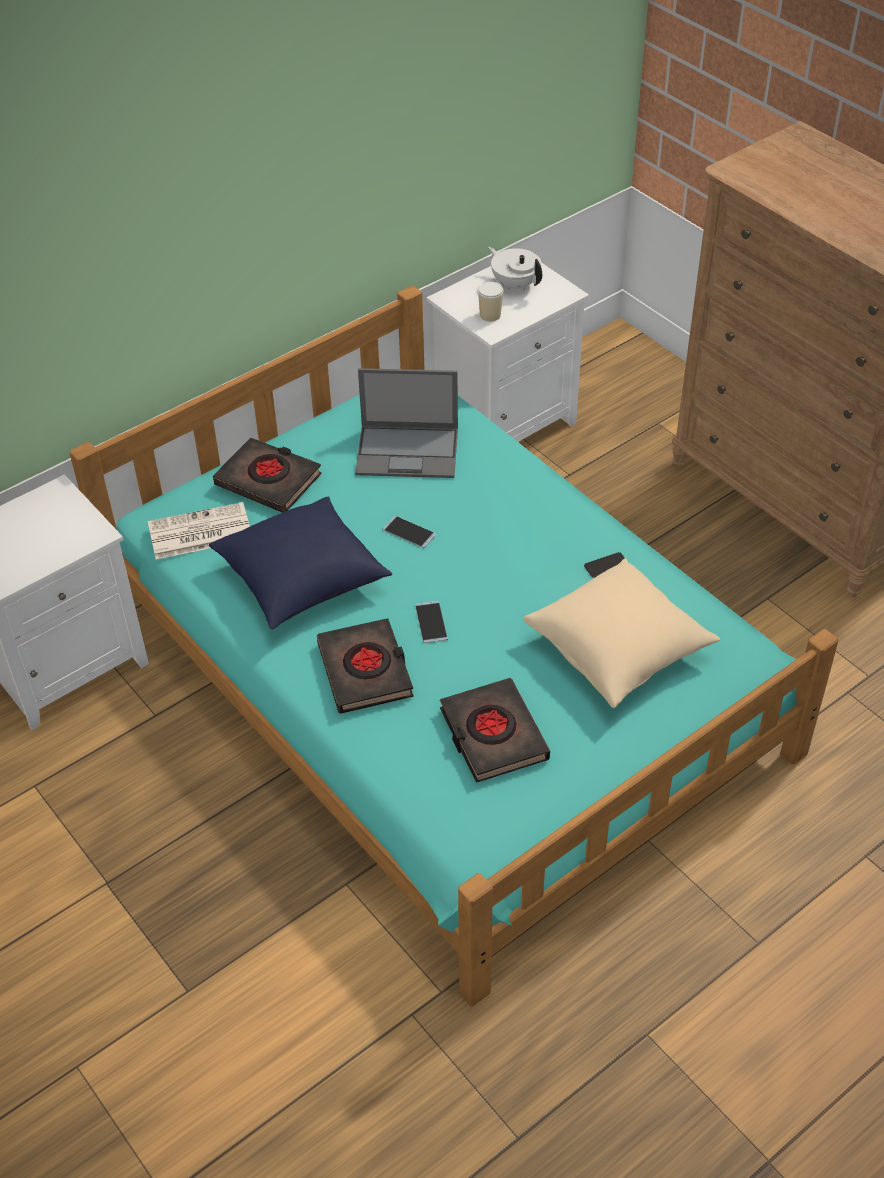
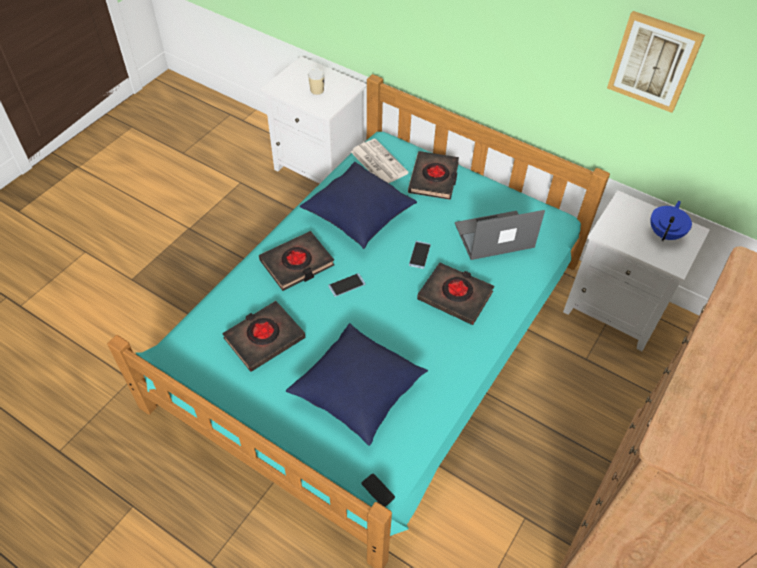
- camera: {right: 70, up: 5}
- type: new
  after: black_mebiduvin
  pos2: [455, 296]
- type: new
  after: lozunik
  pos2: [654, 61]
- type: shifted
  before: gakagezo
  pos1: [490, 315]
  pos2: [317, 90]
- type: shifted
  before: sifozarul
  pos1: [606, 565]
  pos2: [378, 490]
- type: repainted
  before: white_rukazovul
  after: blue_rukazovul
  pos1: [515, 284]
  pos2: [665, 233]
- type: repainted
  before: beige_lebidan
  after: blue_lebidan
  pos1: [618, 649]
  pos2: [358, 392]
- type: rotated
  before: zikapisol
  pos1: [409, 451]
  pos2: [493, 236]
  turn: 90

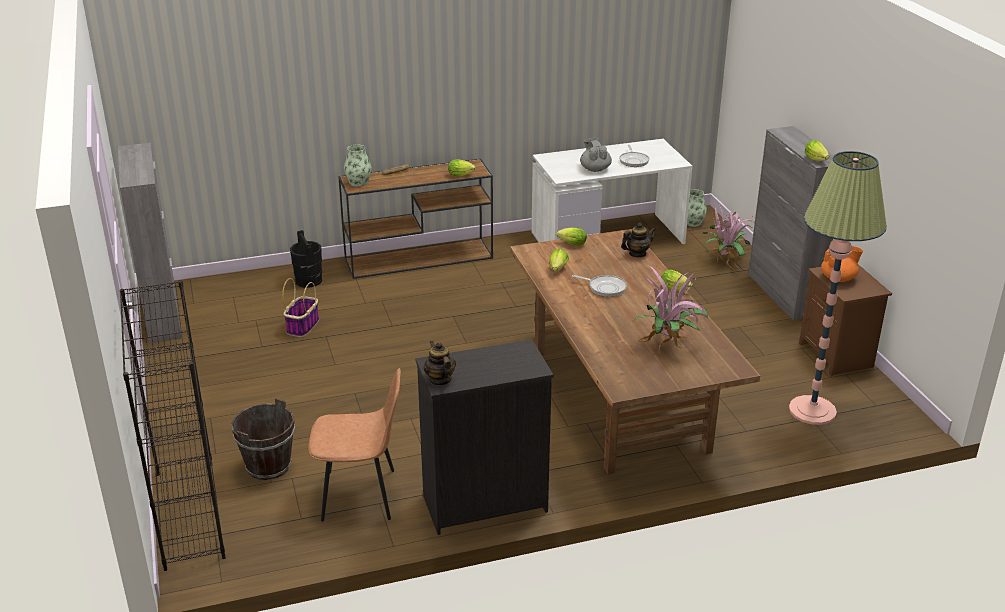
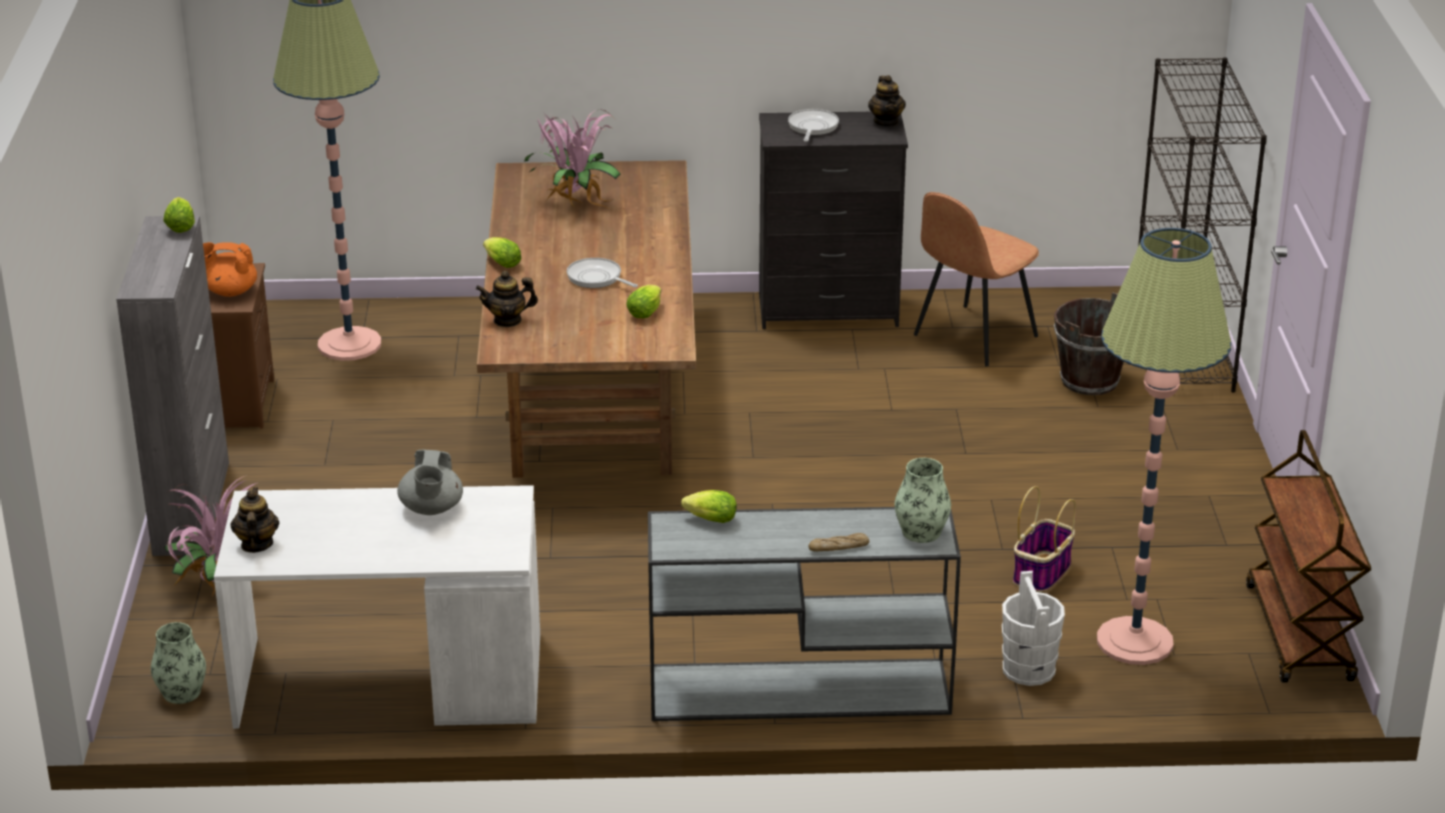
- camera: {right: -165, up: 0}
- type: gone
  before: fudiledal
  pos1: [571, 244]
- type: new
  after: rukazovul
  pos2: [256, 544]
- type: new
  after: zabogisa
  pos2: [1134, 642]
- type: shifted
  before: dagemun
  pos1: [633, 160]
  pos2: [812, 127]
- type: swapped
  before: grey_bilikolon
  after: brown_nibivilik
  pos1: [163, 315]
  pos2: [1299, 634]
- type: repainted
  before: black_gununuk
  after: white_gununuk
  pos1: [308, 280]
  pos2: [1028, 670]
- type: repainted
  before: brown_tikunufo
  after: grey_tikunufo
  pos1: [420, 258]
  pos2: [796, 690]
- type: rotated
  before: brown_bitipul
  pos1: [361, 495]
  pos2: [973, 337]
  turn: -60

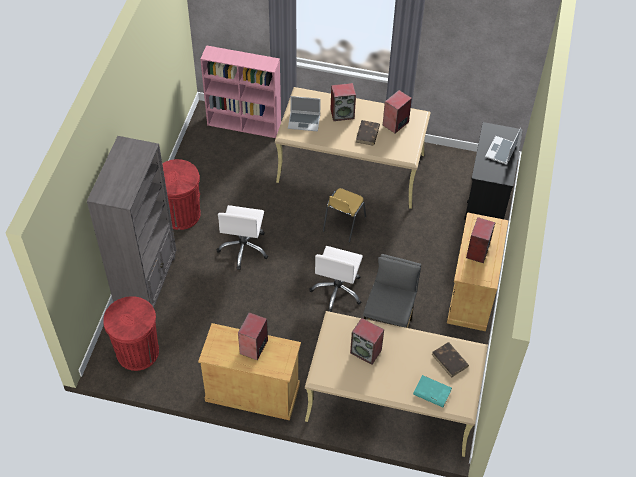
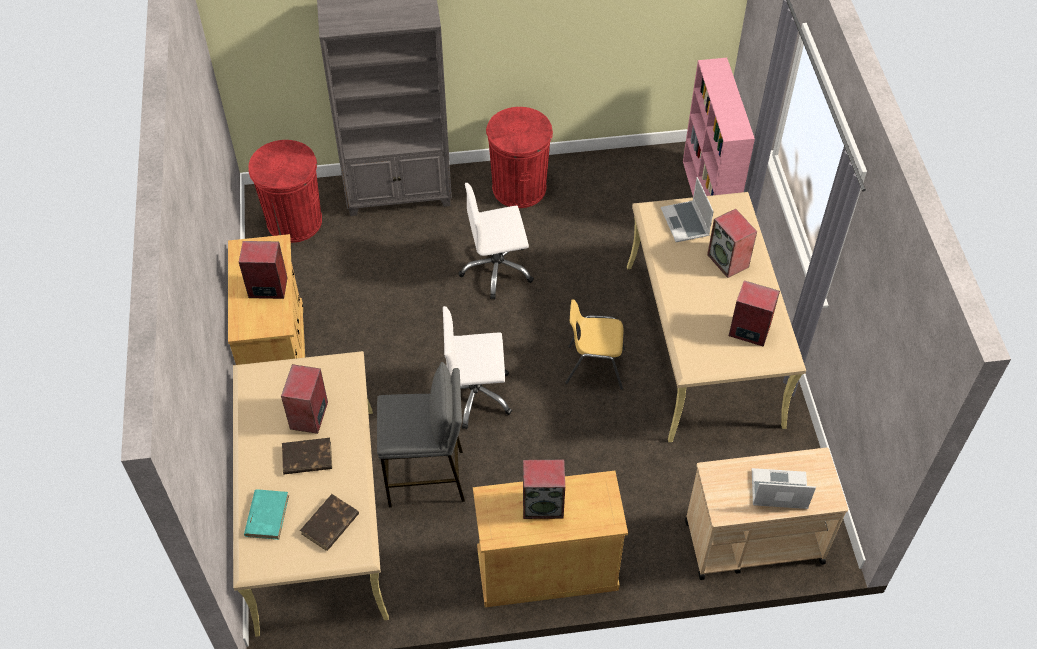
- camera: {right: 70, up: 0}
- type: shifted
  before: brown_mebiduvin
  pos1: [367, 134]
  pos2: [306, 458]
- type: repainted
  before: black_nibivilik
  after: beige_nibivilik
  pos1: [488, 196]
  pos2: [752, 541]

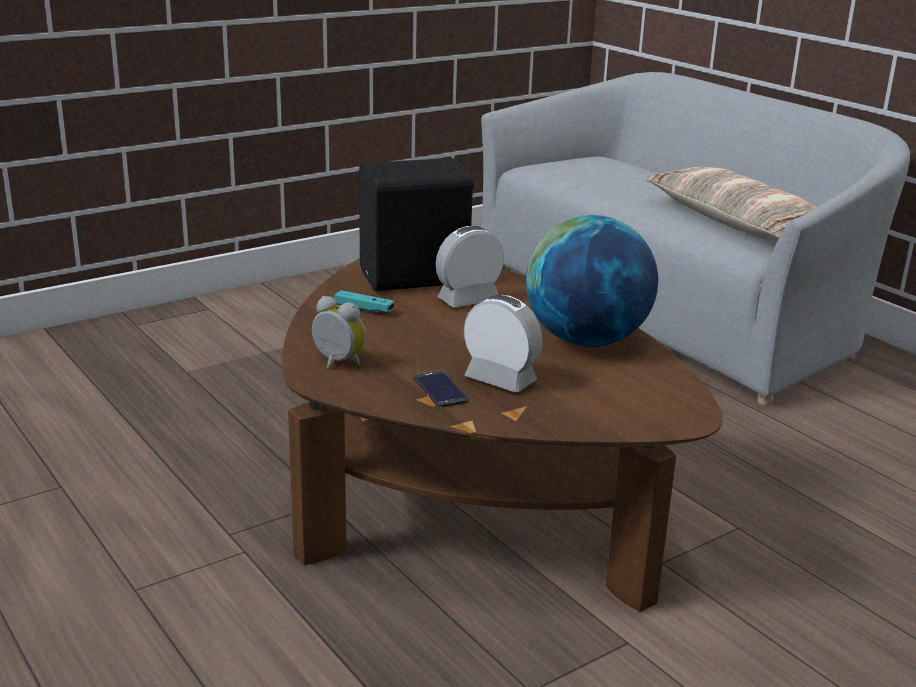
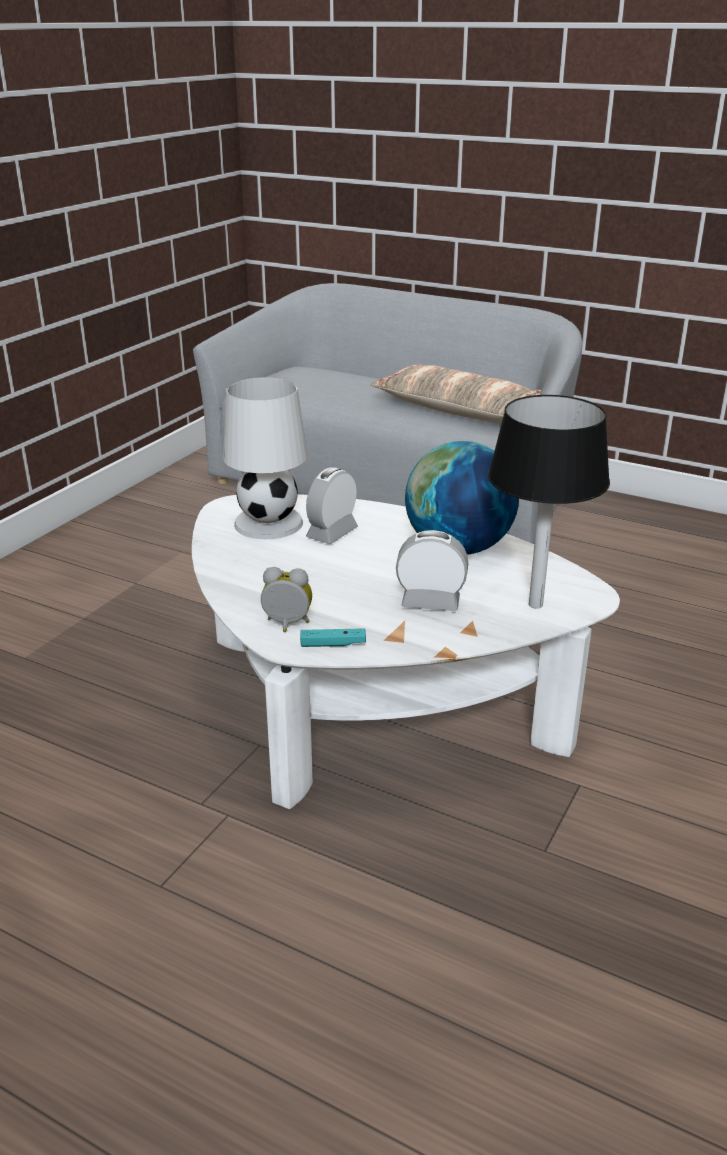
- camera: {right: -25, up: 5}
- type: gone
  before: sifozarul
  pos1: [440, 389]
- type: new
  after: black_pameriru
  pos2: [535, 604]
- type: shifted
  before: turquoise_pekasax
  pos1: [364, 309]
  pos2: [333, 644]
- type: swapped
  before: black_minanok
  after: white_pameriru
  pos1: [416, 279]
  pos2: [269, 523]
- type: repainted
  before: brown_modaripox
  after: white_modaripox
  pos1: [468, 497]
  pos2: [371, 703]

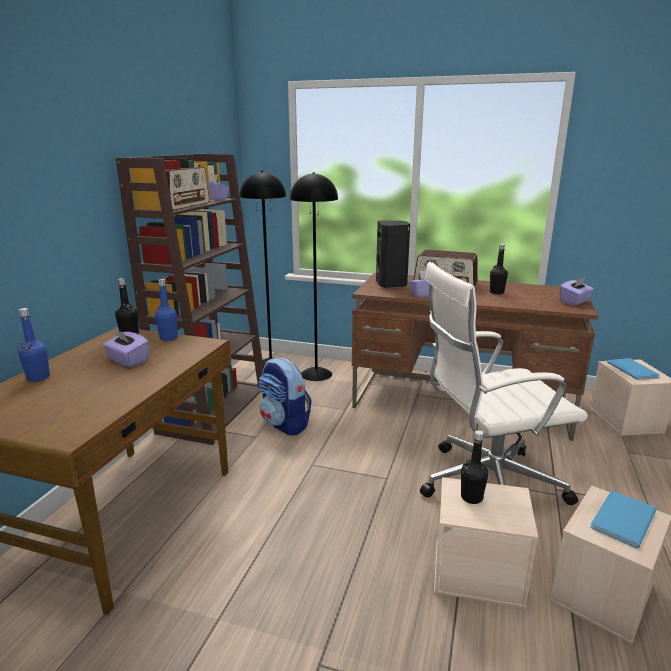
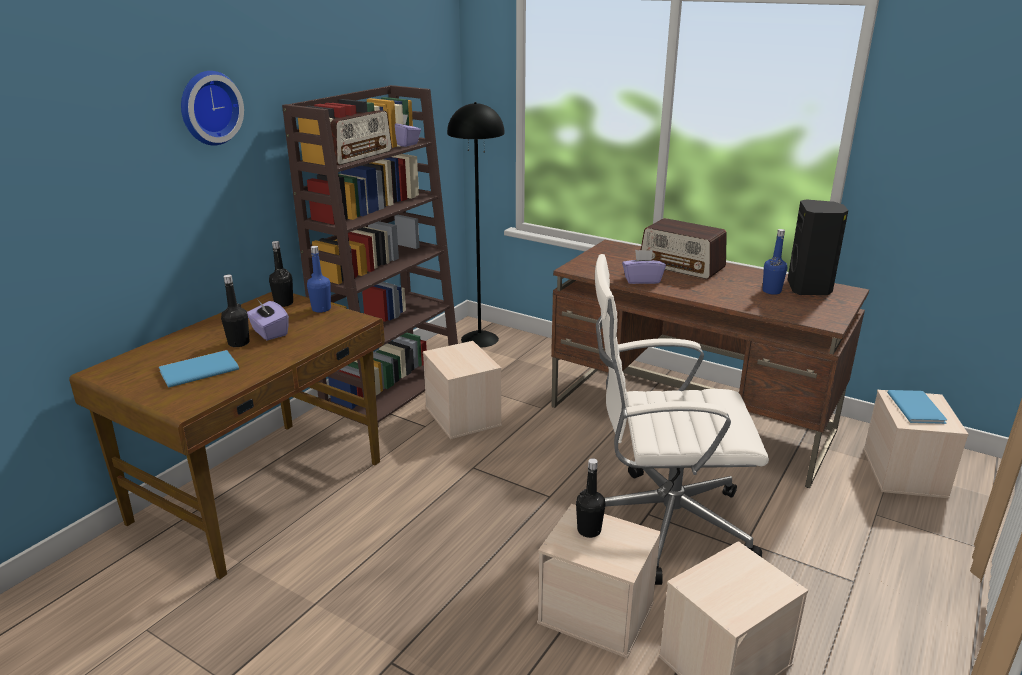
- camera: {right: 15, up: 5}
- type: gone
  before: black_zabogisa
  pos1: [316, 374]
- type: gone
  before: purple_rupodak
  pos1: [574, 302]
- type: new
  after: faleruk
  pos2: [208, 108]
- type: shifted
  before: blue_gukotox
  pos1: [38, 377]
  pos2: [771, 291]
- type: shifted
  before: black_minanok
  pos1: [391, 284]
  pos2: [809, 289]
- type: shifted
  before: black_gukotox
  pos1: [496, 292]
  pos2: [239, 343]
- type: shifted
  before: blue_mebiduvin
  pos1: [620, 519]
  pos2: [197, 370]
- type: swapped
  before: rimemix
  after: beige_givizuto
  pos1: [285, 424]
  pos2: [464, 416]

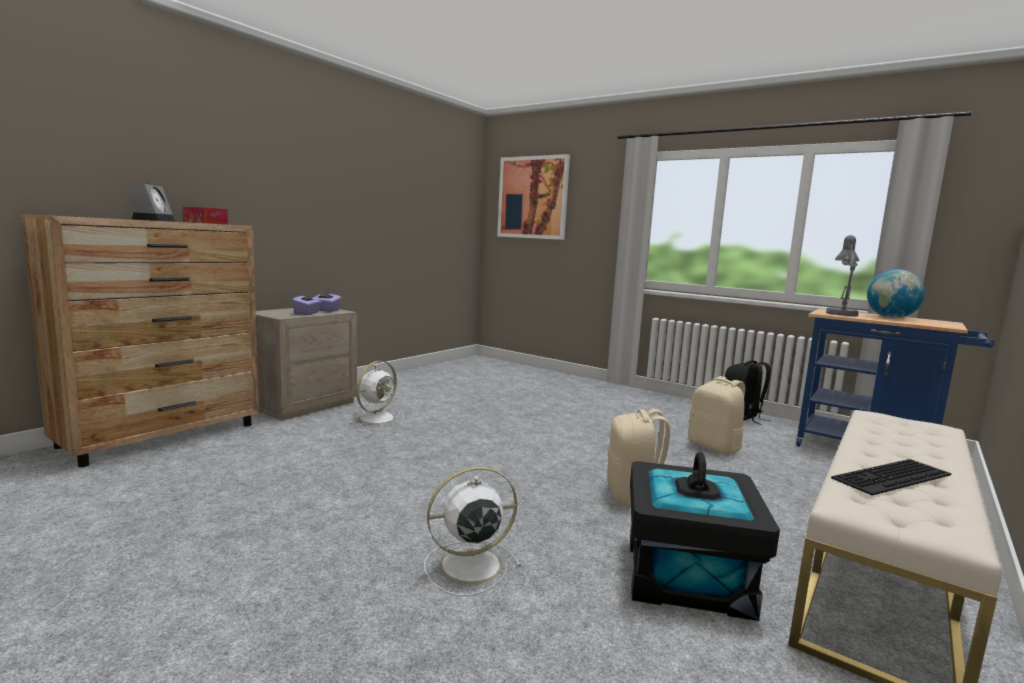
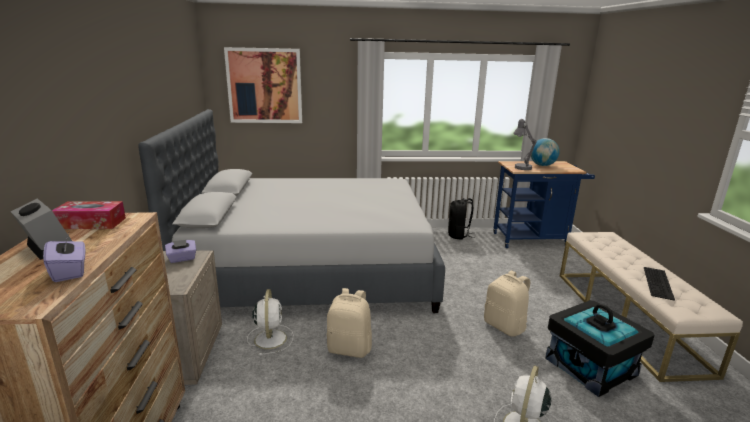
- camera: {right: -40, up: 10}
- type: new
  after: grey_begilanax
  pos2: [311, 269]
- type: shifted
  before: purple_rupodak
  pos1: [307, 313]
  pos2: [70, 271]
- type: shifted
  before: beige_rimemix
  pos1: [715, 447]
  pos2: [350, 348]

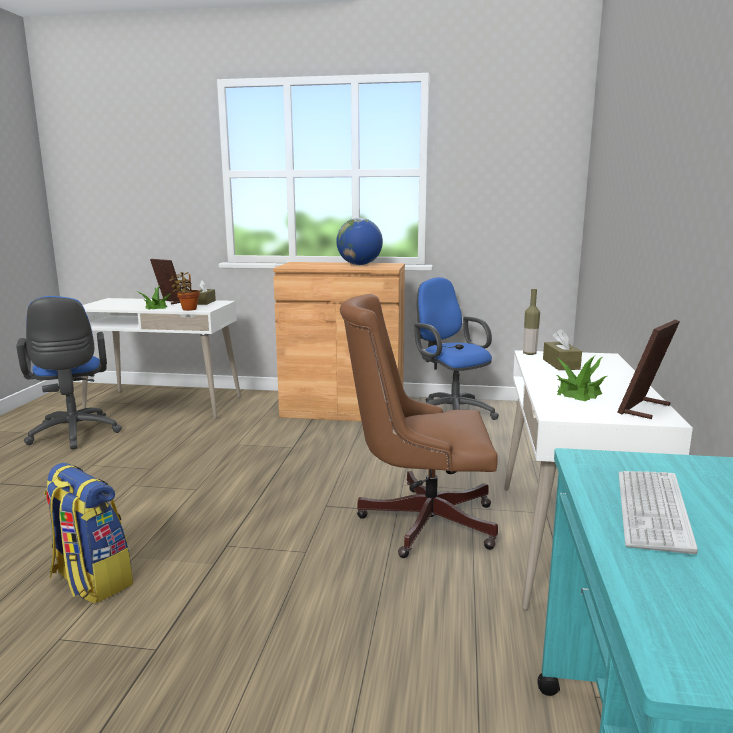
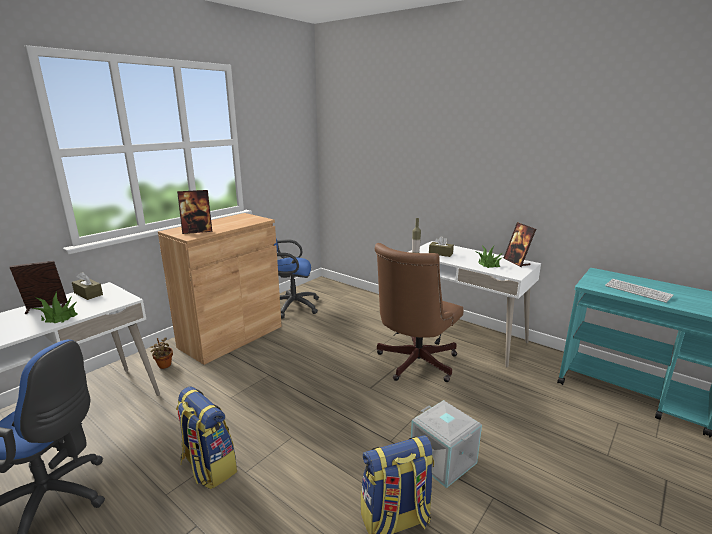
- camera: {right: -60, up: 5}
- type: gone
  before: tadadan
  pos1: [359, 265]
- type: new
  after: rimemix
  pos2: [208, 467]
- type: new
  after: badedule
  pos2: [197, 231]
- type: new
  after: grey_givizuto
  pos2: [444, 460]
- type: shifted
  before: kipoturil
  pos1: [187, 309]
  pos2: [164, 366]

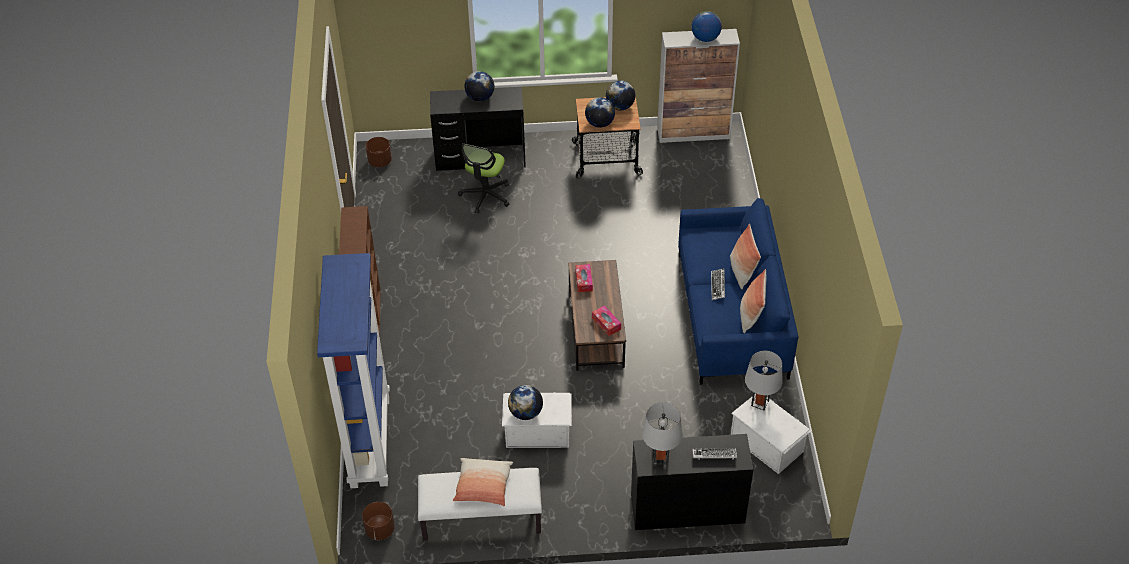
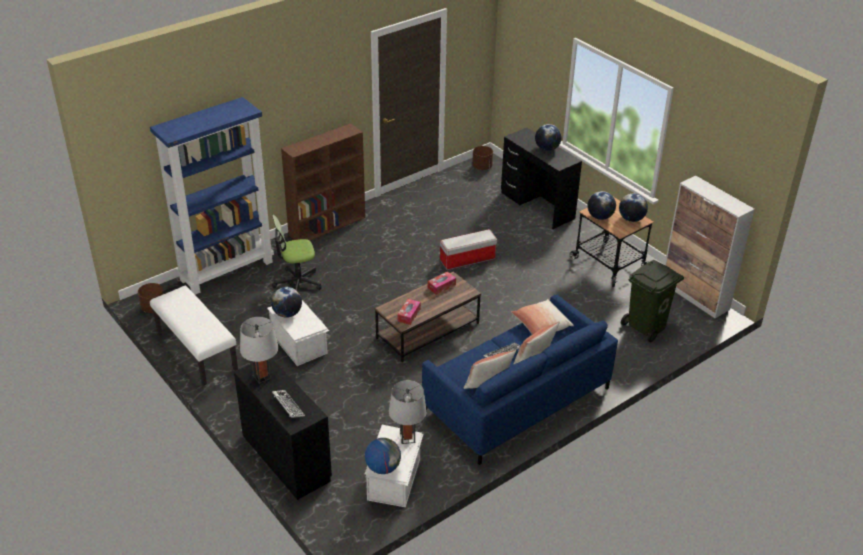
- camera: {right: 55, up: -10}
- type: new
  after: givizuto
  pos2: [467, 260]
- type: new
  after: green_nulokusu
  pos2: [647, 327]
- type: shifted
  before: lebidan
  pos1: [483, 487]
  pos2: [541, 325]
- type: shifted
  before: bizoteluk
  pos1: [485, 195]
  pos2: [297, 283]
- type: shifted
  before: tadadan
  pos1: [705, 38]
  pos2: [383, 468]

